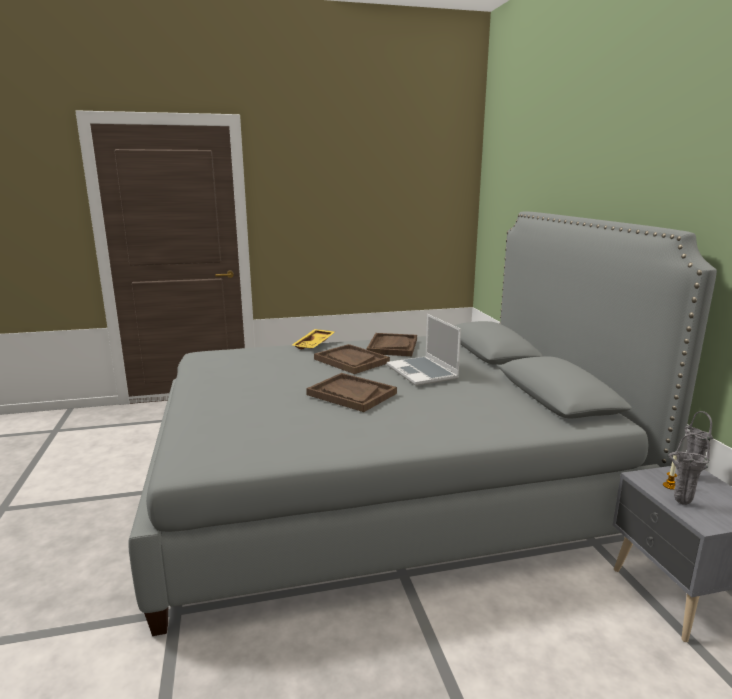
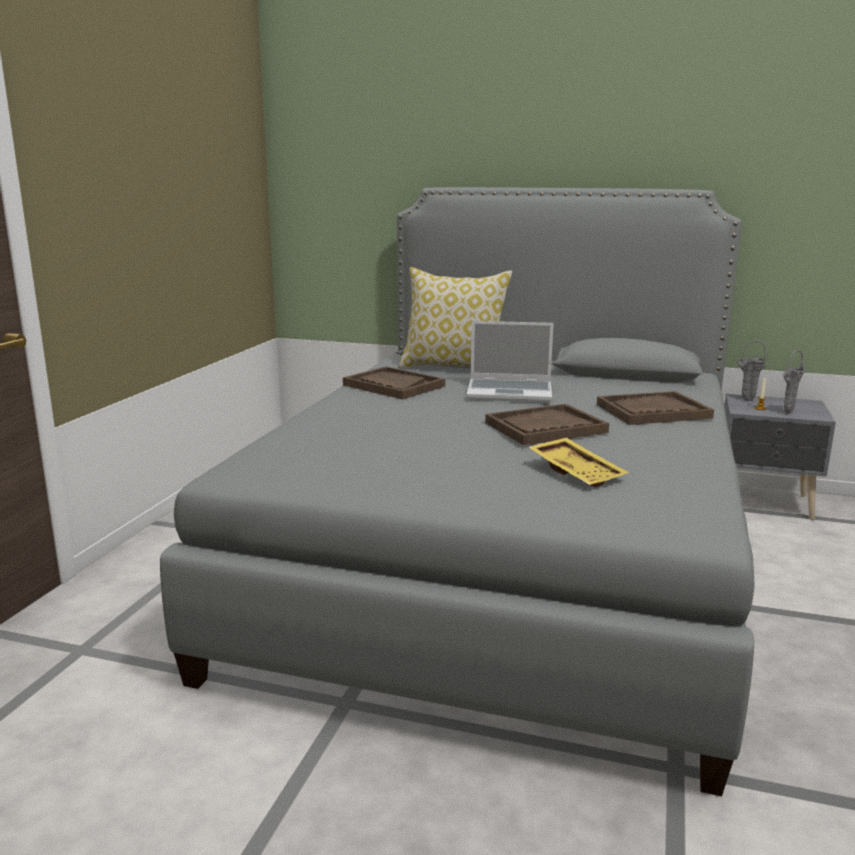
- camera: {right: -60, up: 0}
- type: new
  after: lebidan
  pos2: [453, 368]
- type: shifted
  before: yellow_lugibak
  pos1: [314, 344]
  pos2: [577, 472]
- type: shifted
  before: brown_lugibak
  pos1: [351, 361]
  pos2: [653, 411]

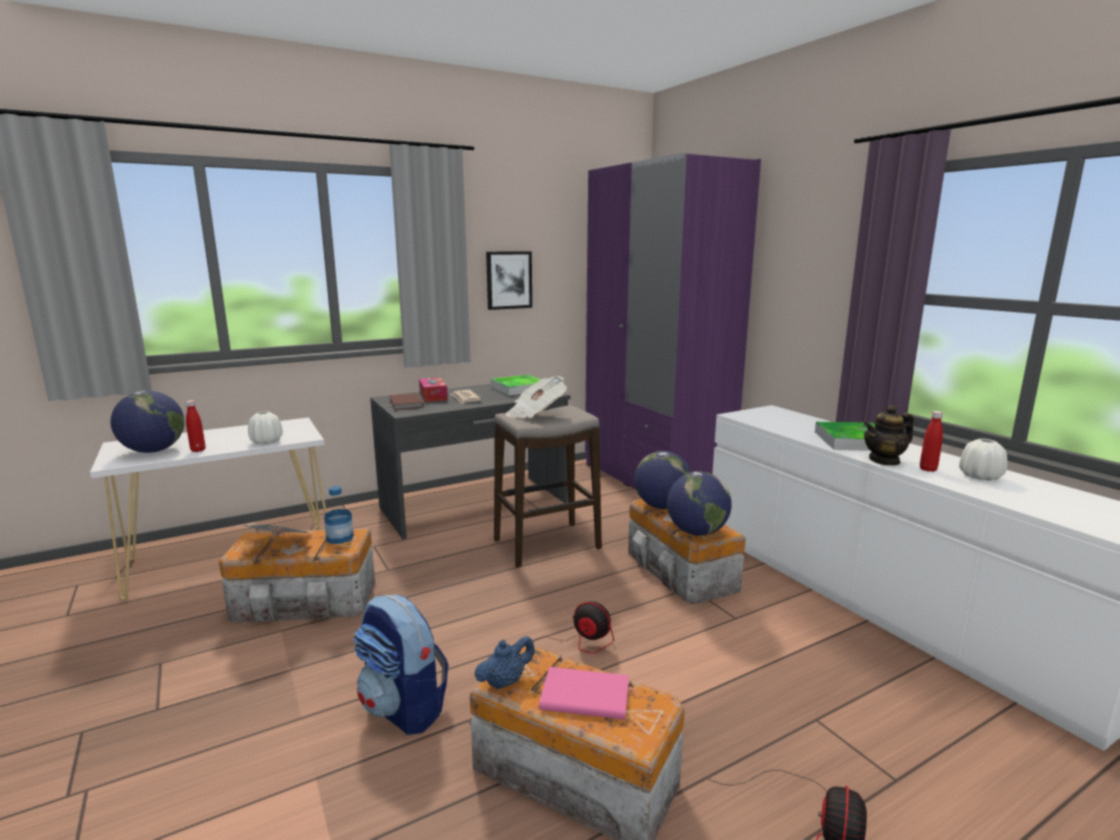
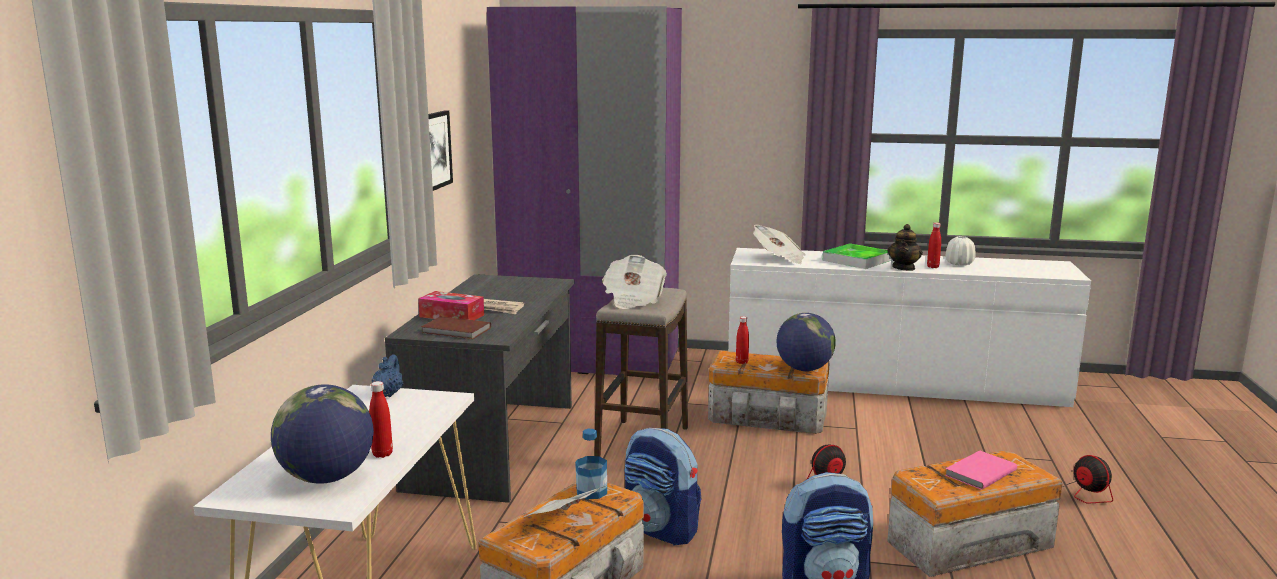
- camera: {right: -50, up: 0}
- type: gone
  before: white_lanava
  pos1: [266, 442]
- type: gone
  before: lugibak
  pos1: [519, 388]
- type: new
  after: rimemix
  pos2: [661, 529]
- type: new
  after: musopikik
  pos2: [779, 259]
- type: shifted
  before: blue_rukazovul
  pos1: [505, 682]
  pos2: [388, 394]
- type: swapped
  before: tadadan
  after: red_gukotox
  pos1: [662, 506]
  pos2: [742, 362]

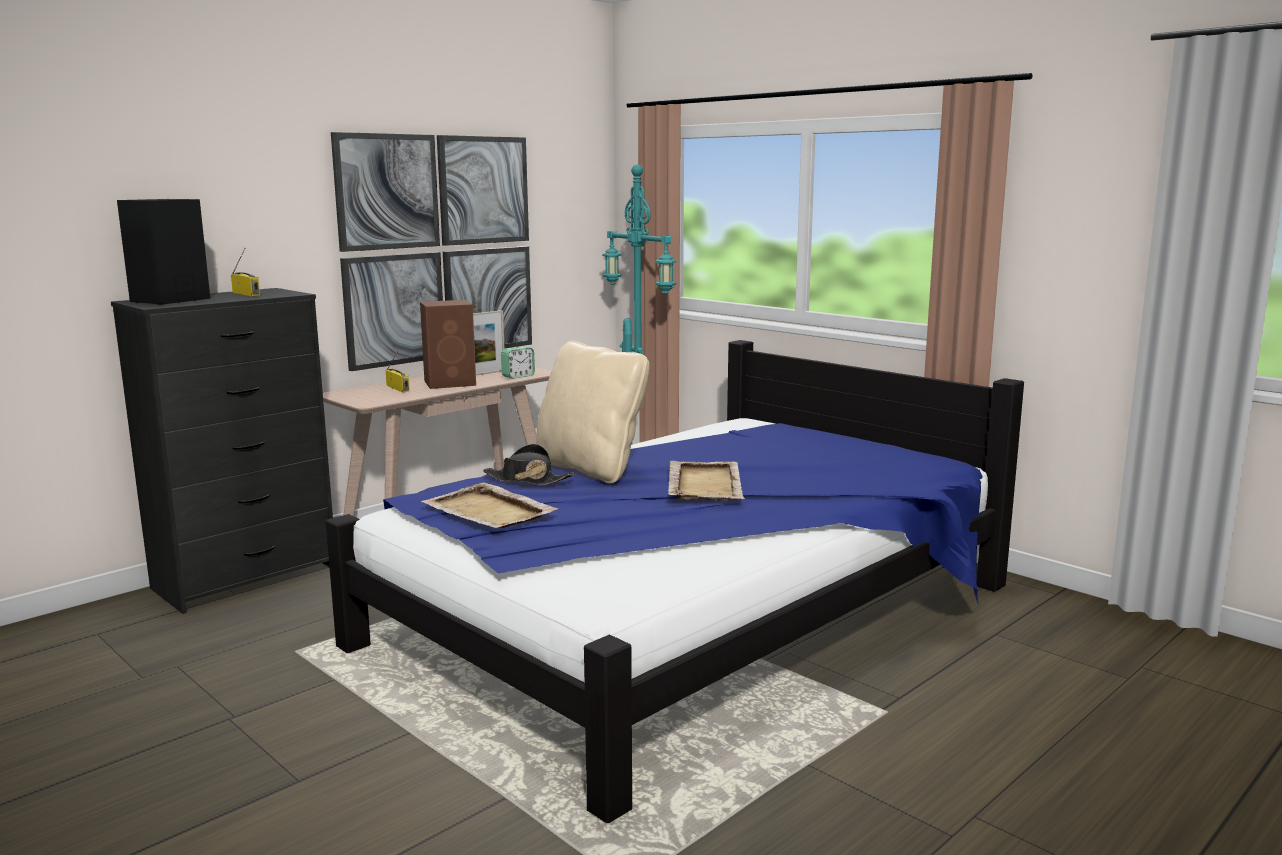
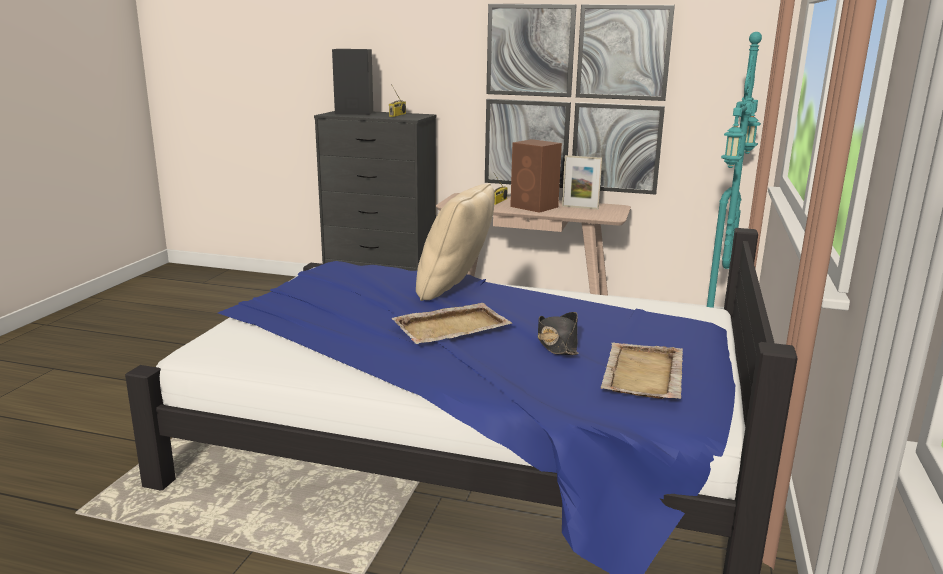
- camera: {right: 60, up: 5}
- type: gone
  before: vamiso
  pos1: [518, 376]
- type: shifted
  before: beige_lugibak
  pos1: [489, 511]
  pos2: [642, 374]
- type: shifted
  before: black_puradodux
  pos1: [527, 479]
  pos2: [557, 343]

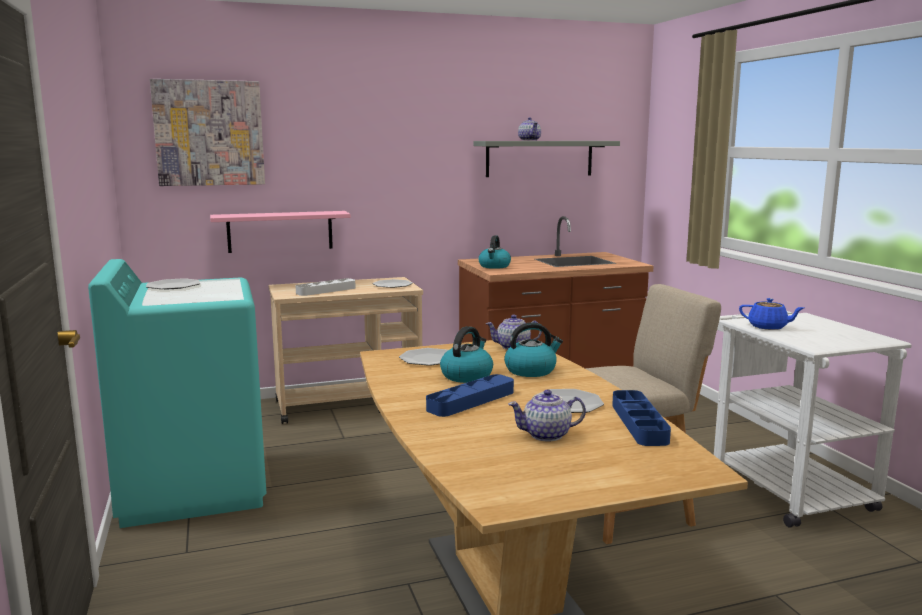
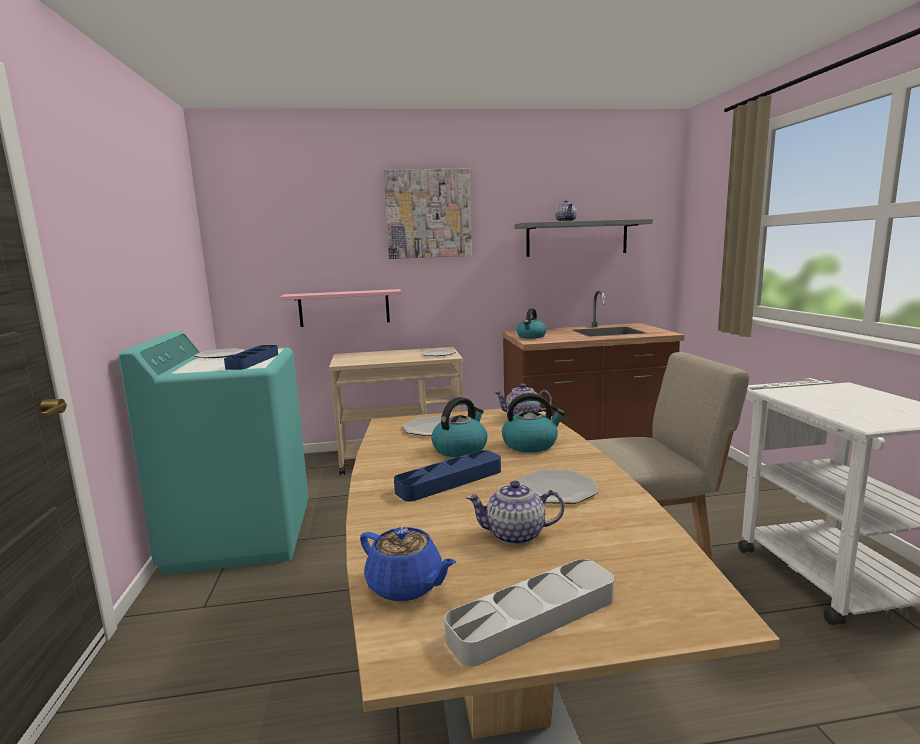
- camera: {right: 10, up: 0}
- type: shifted
  before: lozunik
  pos1: [209, 133]
  pos2: [428, 214]
- type: shifted
  before: grey_lugibak
  pos1: [326, 290]
  pos2: [533, 617]
- type: shifted
  before: blue_lugibak
  pos1: [639, 423]
  pos2: [253, 361]
- type: shifted
  before: blue_rukazovul
  pos1: [768, 327]
  pos2: [406, 586]

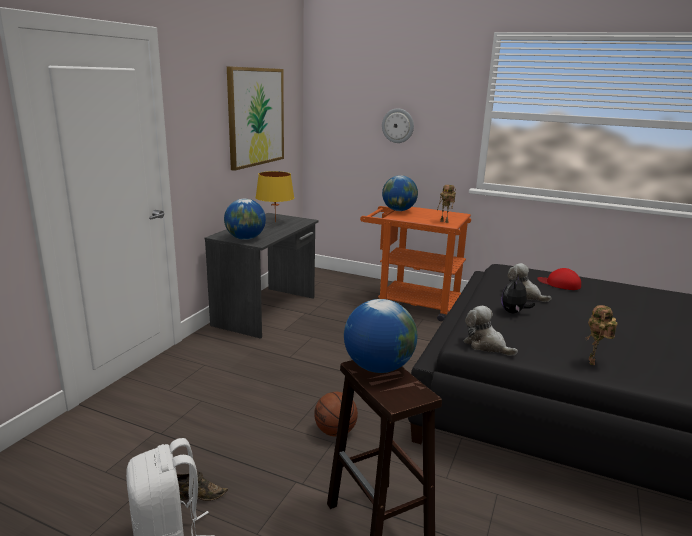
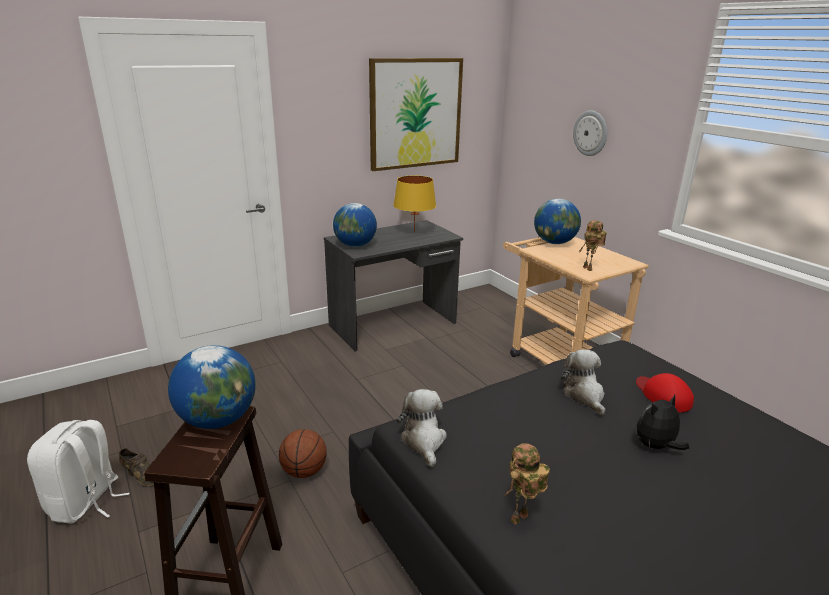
- camera: {right: 35, up: 5}
- type: shifted
  before: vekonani
  pos1: [513, 312]
  pos2: [656, 446]
- type: repainted
  before: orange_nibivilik
  after: beige_nibivilik
  pos1: [411, 303]
  pos2: [557, 360]

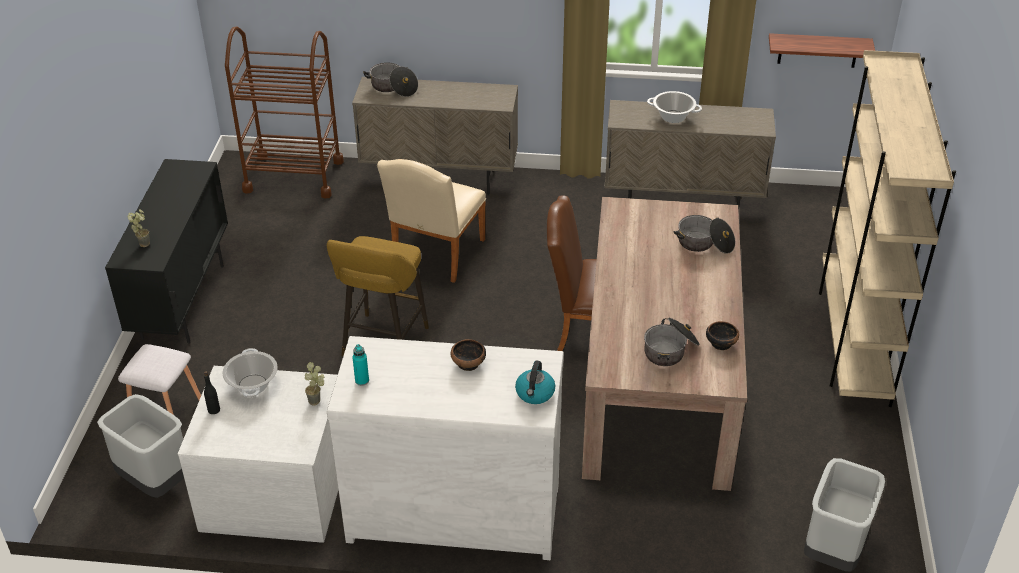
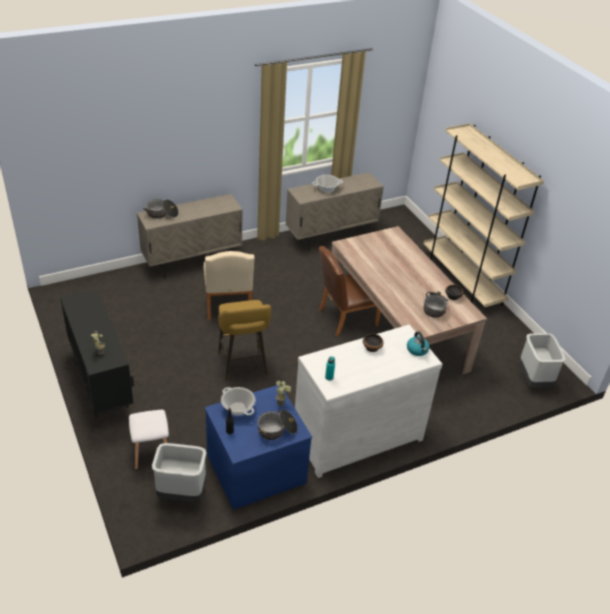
- camera: {right: -35, up: 0}
- type: gone
  before: brown_nibivilik
  pos1: [294, 176]
- type: gone
  before: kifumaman
  pos1: [818, 50]
- type: shifted
  before: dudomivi
  pos1: [704, 244]
  pos2: [277, 430]
- type: repainted
  before: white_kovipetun
  after: blue_kovipetun
  pos1: [275, 490]
  pos2: [255, 467]

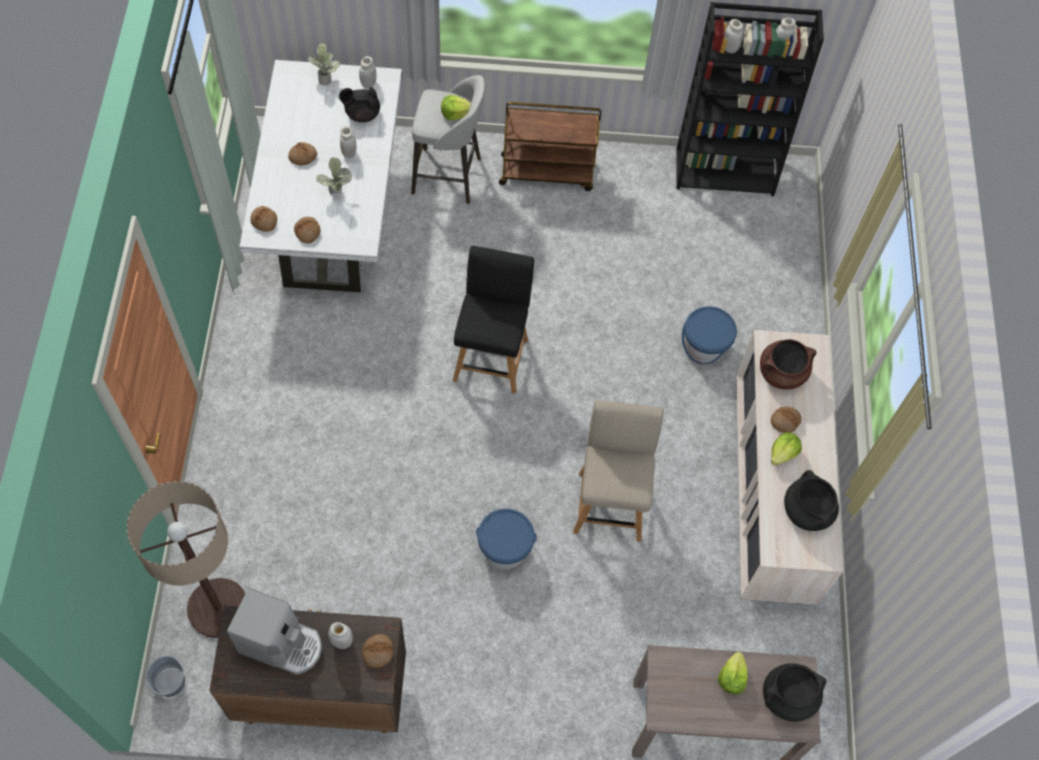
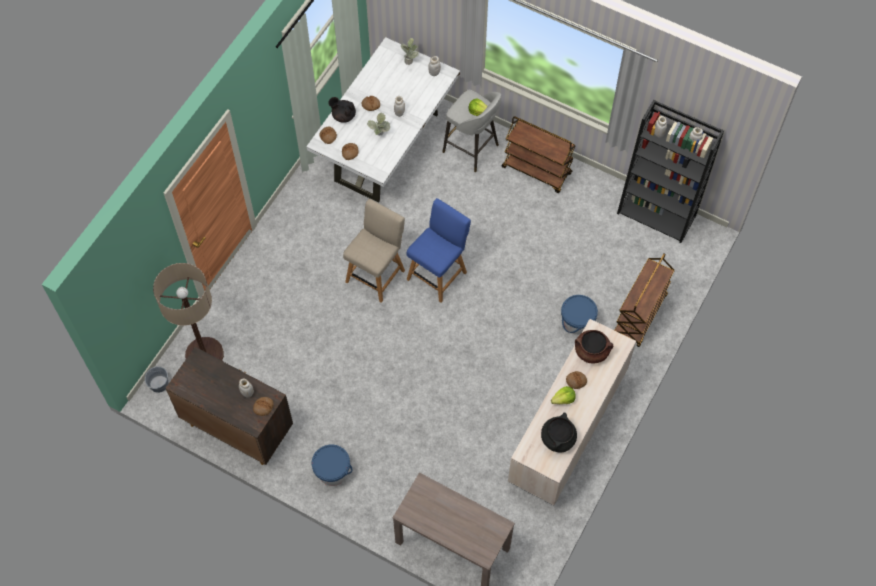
- camera: {right: 30, up: 0}
- type: gone
  before: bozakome
  pos1: [281, 644]
- type: gone
  before: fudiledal
  pos1: [731, 677]
- type: gone
  before: black_dudomivi
  pos1: [788, 697]
- type: new
  after: brown_nibivilik
  pos2: [640, 315]
- type: shifted
  before: black_rukazovul
  pos1: [362, 114]
  pos2: [343, 116]
- type: shifted
  before: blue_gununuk
  pos1: [504, 549]
  pos2: [332, 472]
- type: shifted
  before: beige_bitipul
  pos1: [610, 502]
  pos2: [377, 274]
- type: repainted
  before: black_bitipul
  after: blue_bitipul
  pos1: [491, 356]
  pos2: [438, 273]

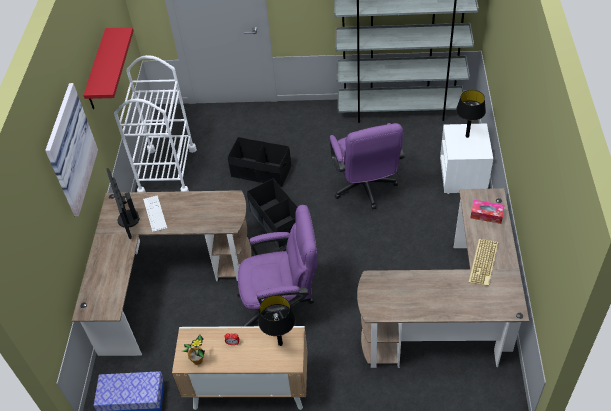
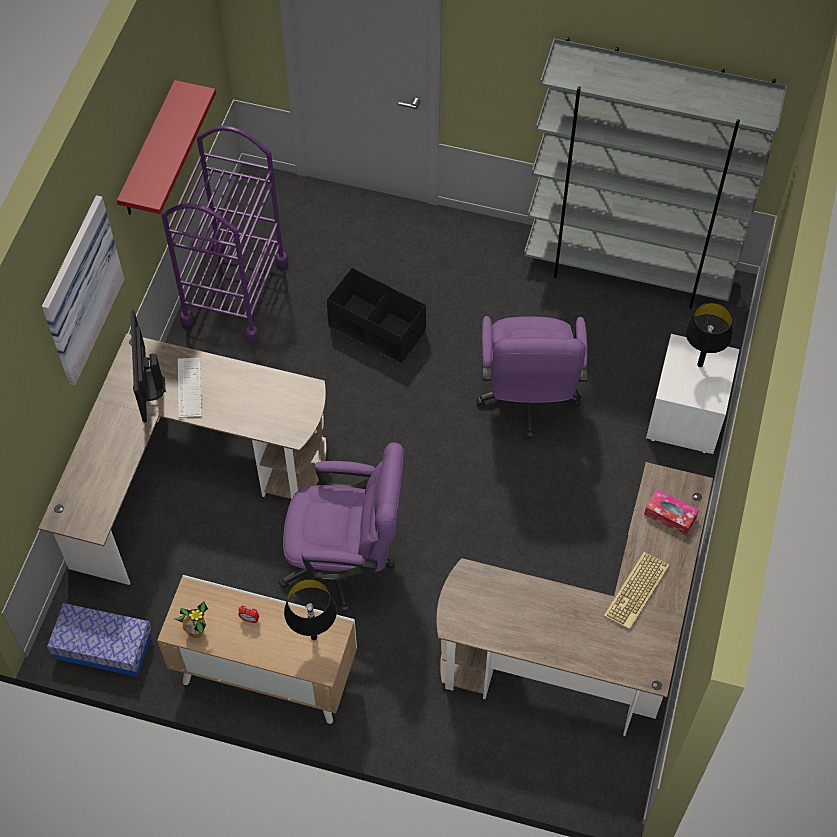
- camera: {right: 10, up: 10}
- type: gone
  before: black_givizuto
  pos1: [277, 222]
- type: repainted
  before: white_nibivilik
  after: purple_nibivilik
  pos1: [167, 171]
  pos2: [234, 291]

